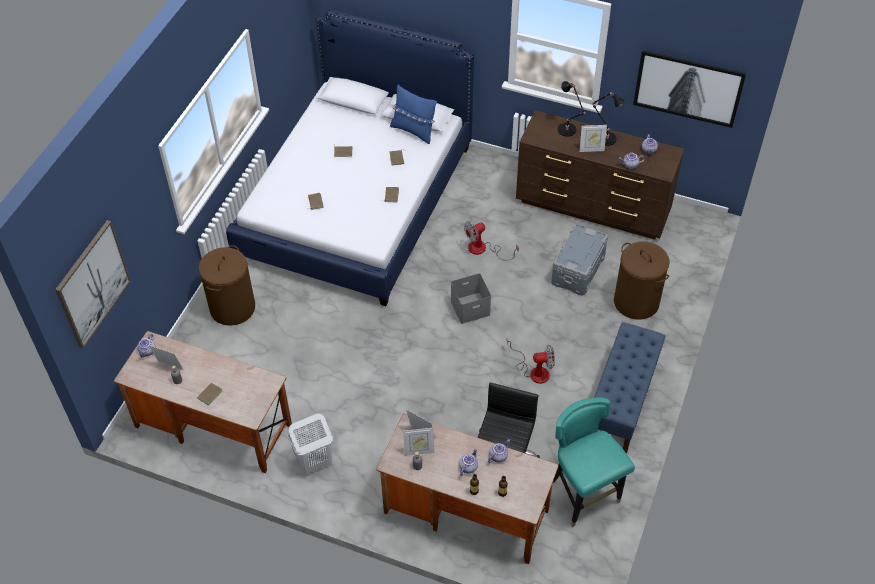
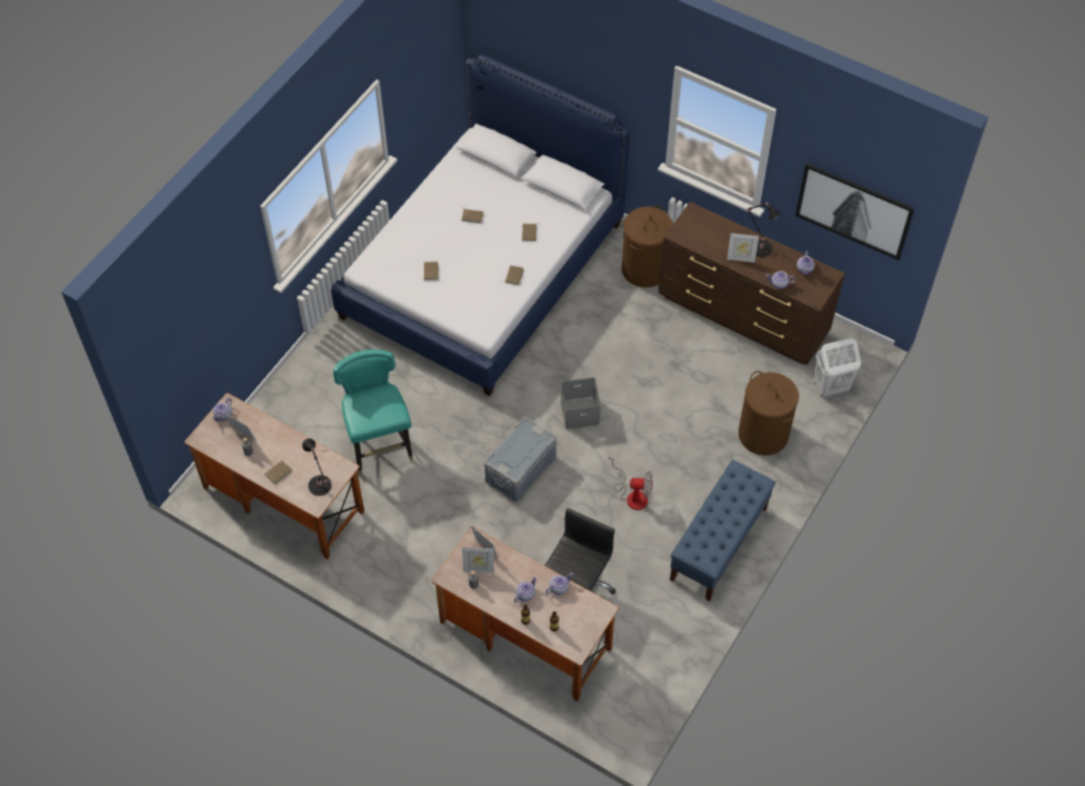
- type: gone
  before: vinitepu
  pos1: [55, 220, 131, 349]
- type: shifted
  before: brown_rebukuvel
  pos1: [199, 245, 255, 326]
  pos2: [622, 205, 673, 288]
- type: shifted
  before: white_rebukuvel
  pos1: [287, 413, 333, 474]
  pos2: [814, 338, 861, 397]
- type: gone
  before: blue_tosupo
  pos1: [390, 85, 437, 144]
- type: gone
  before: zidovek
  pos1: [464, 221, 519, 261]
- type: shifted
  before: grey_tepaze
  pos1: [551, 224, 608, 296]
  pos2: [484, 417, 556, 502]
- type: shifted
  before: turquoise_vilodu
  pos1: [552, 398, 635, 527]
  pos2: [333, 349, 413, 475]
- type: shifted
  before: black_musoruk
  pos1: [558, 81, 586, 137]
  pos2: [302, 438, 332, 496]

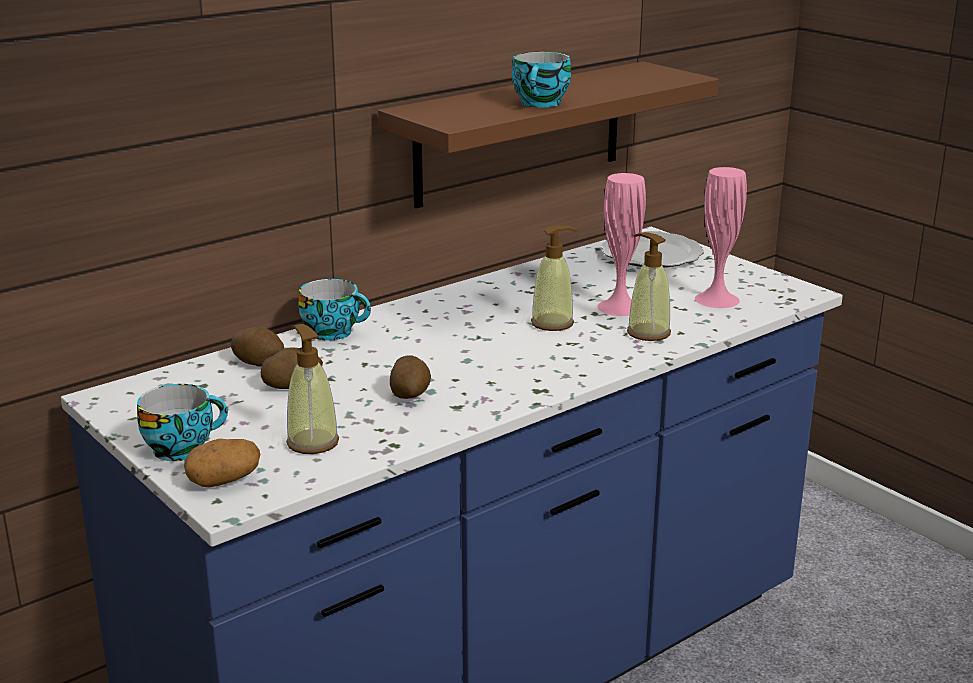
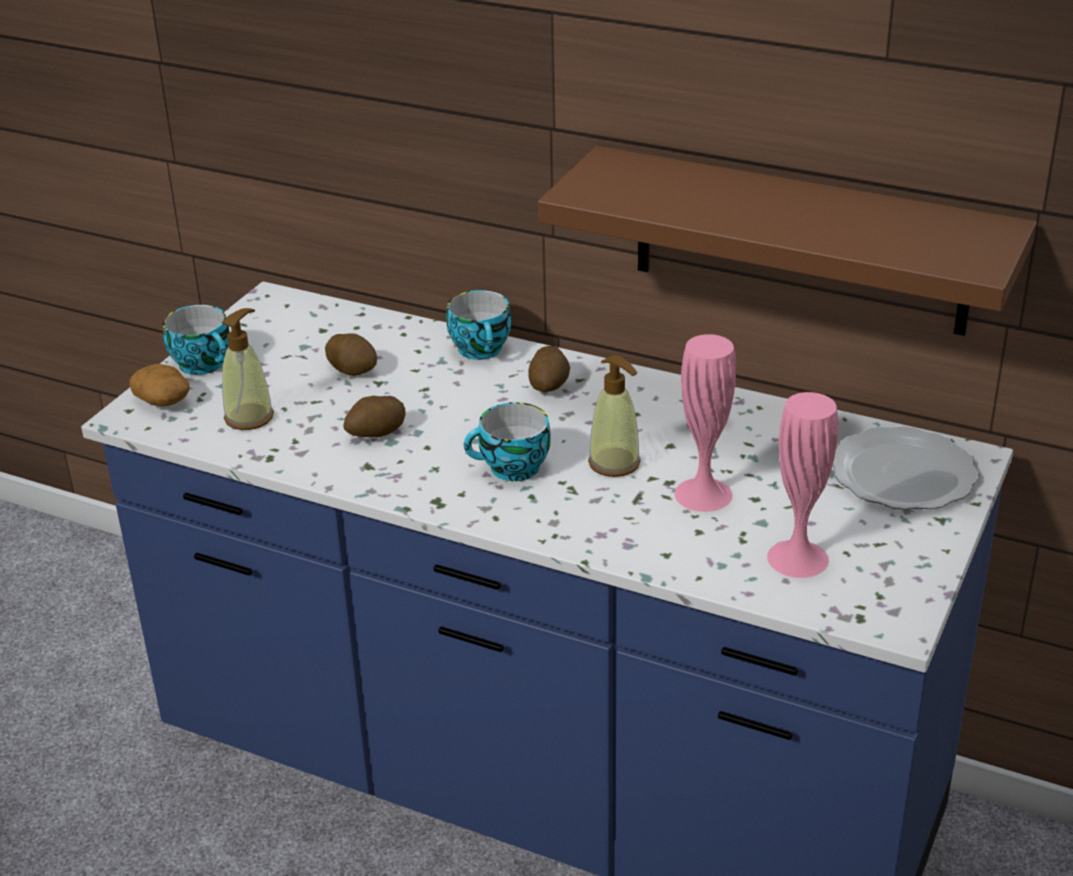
- type: shifted
  before: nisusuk
  pos1: [231, 326, 284, 367]
  pos2: [528, 346, 570, 392]
- type: shifted
  before: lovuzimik
  pos1: [512, 52, 571, 107]
  pos2: [464, 402, 551, 481]
- type: gone
  before: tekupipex
  pos1: [627, 232, 671, 341]

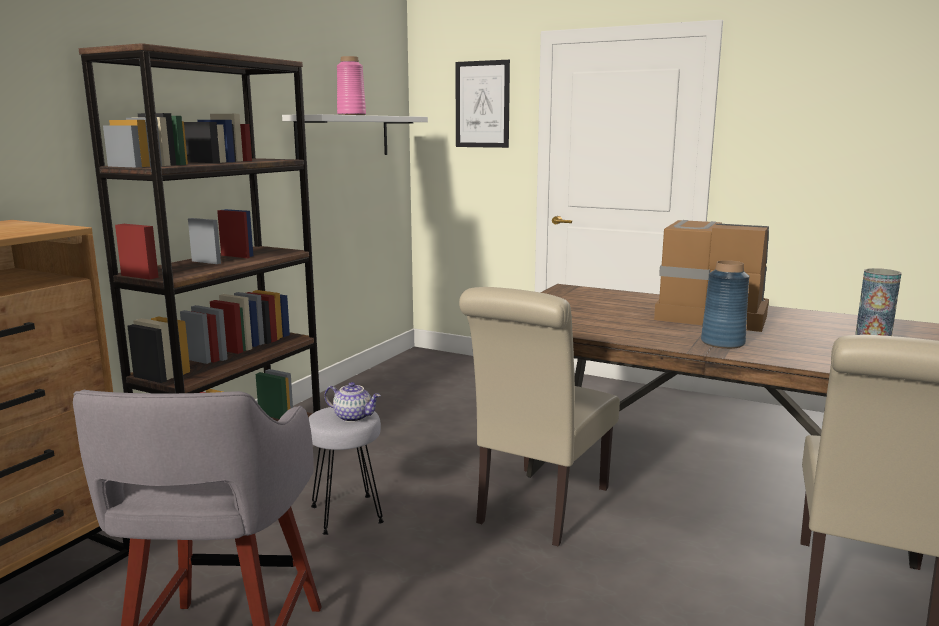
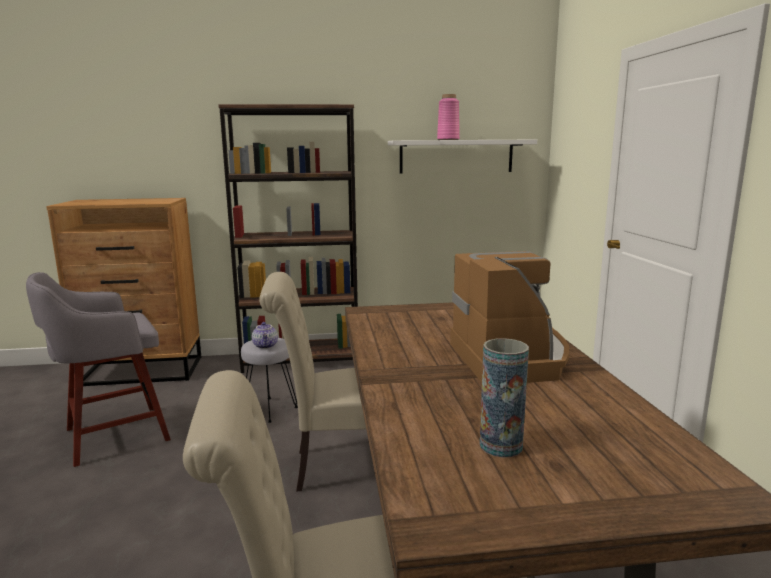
- type: gone
  before: vinitepu
  pos1: [455, 60, 510, 148]
- type: gone
  before: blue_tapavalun
  pos1: [701, 260, 750, 349]

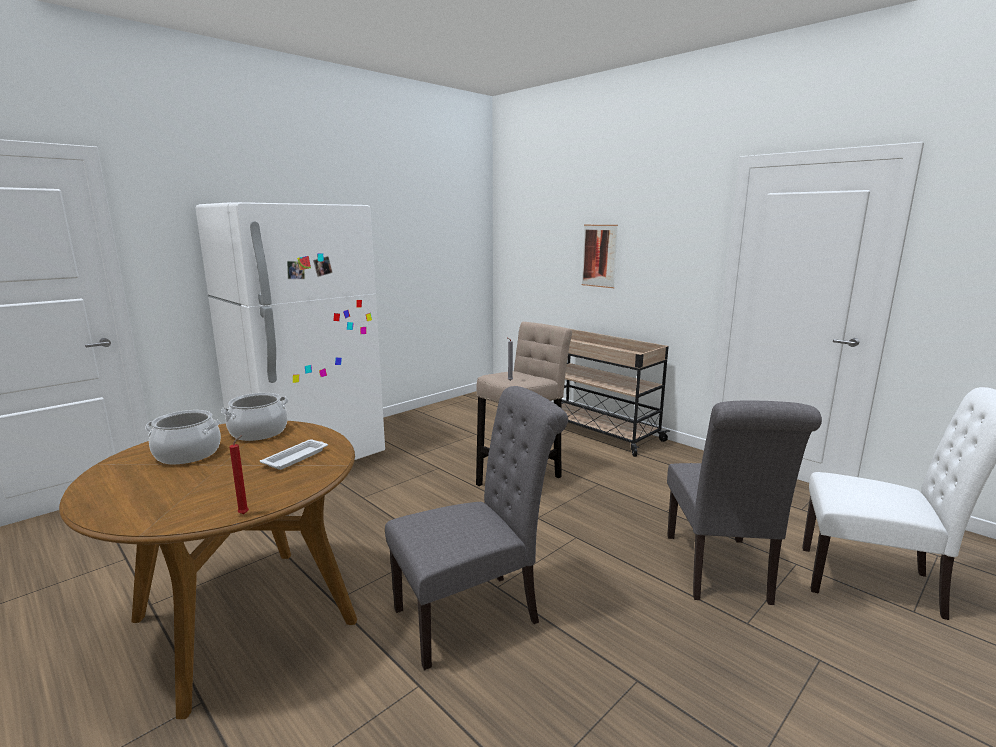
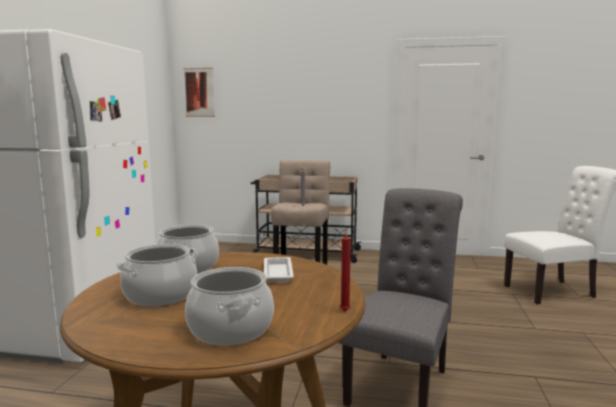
- type: shifted
  before: vinitepu
  pos1: [581, 225, 618, 288]
  pos2: [183, 68, 215, 117]
- type: gone
  before: grey_vilodu
  pos1: [667, 401, 822, 605]
- type: new
  after: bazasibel
  pos2: [185, 267, 274, 345]

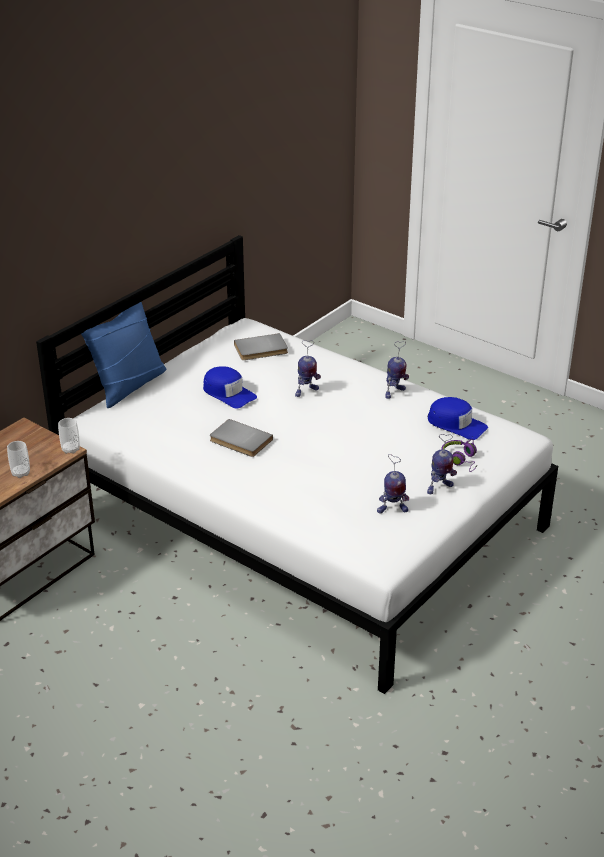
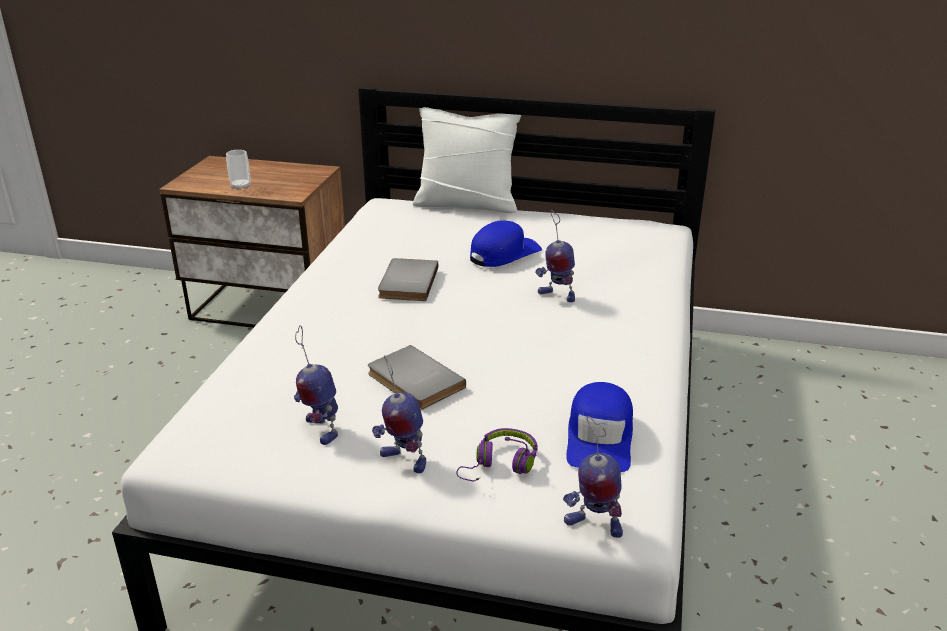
- type: gone
  before: lovuzimik
  pos1: [58, 418, 80, 454]
- type: repainted
  before: blue_tosupo
  after: white_tosupo
  pos1: [81, 302, 166, 408]
  pos2: [413, 107, 521, 213]
- type: rotated
  before: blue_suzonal
  pos1: [203, 366, 257, 409]
  pos2: [470, 220, 542, 267]
  turn: -150
- type: shifted
  before: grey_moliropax
  pos1: [234, 333, 288, 360]
  pos2: [368, 345, 466, 410]
- type: shifted
  before: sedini
  pos1: [385, 341, 409, 399]
  pos2: [563, 416, 623, 538]

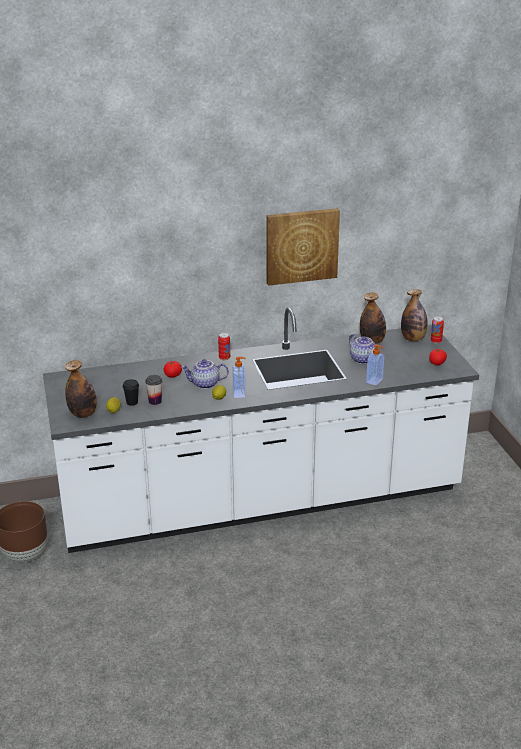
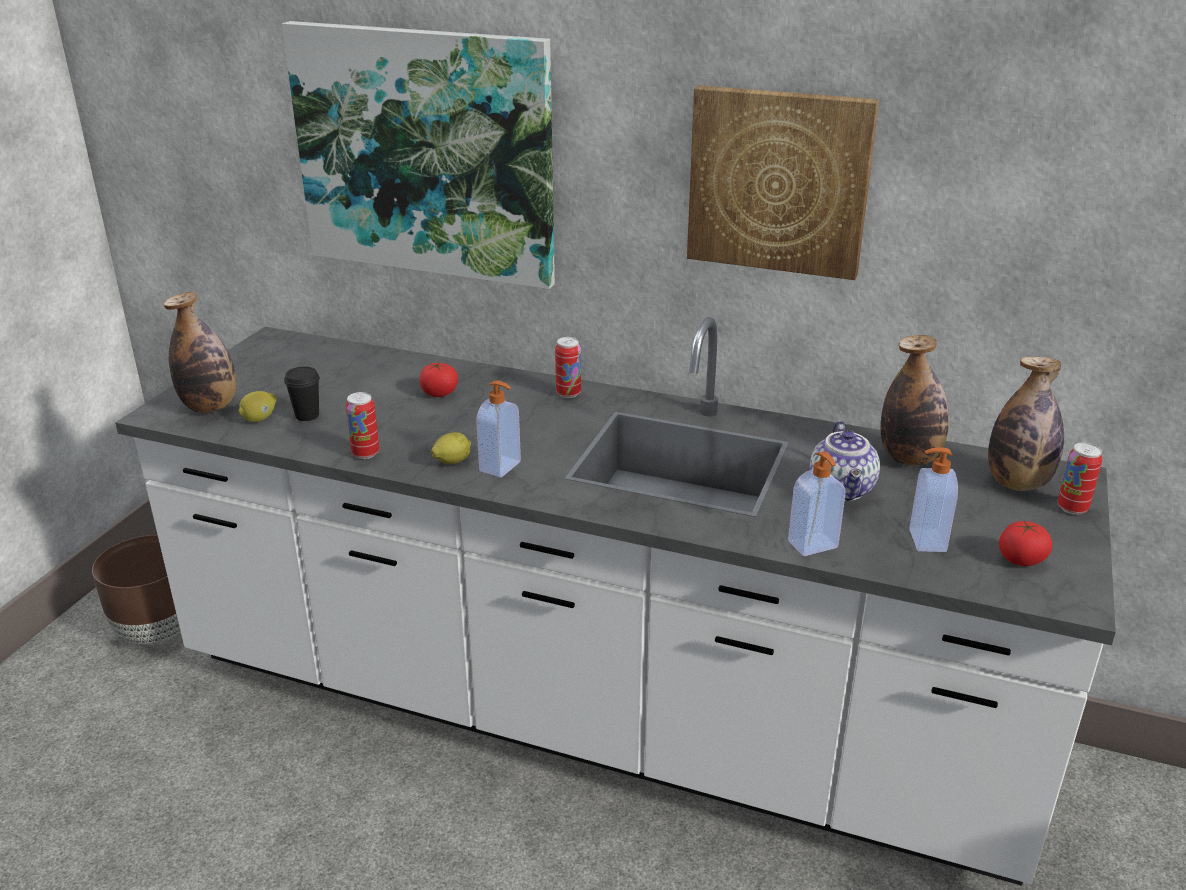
- type: gone
  before: lovuzimik
  pos1: [145, 375, 162, 405]
- type: gone
  before: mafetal
  pos1: [181, 359, 229, 389]
- type: new
  after: vinitepu
  pos2: [282, 21, 555, 289]
- type: new
  after: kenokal
  pos2: [346, 392, 379, 459]
- type: new
  after: tekupipex
  pos2: [910, 447, 958, 552]

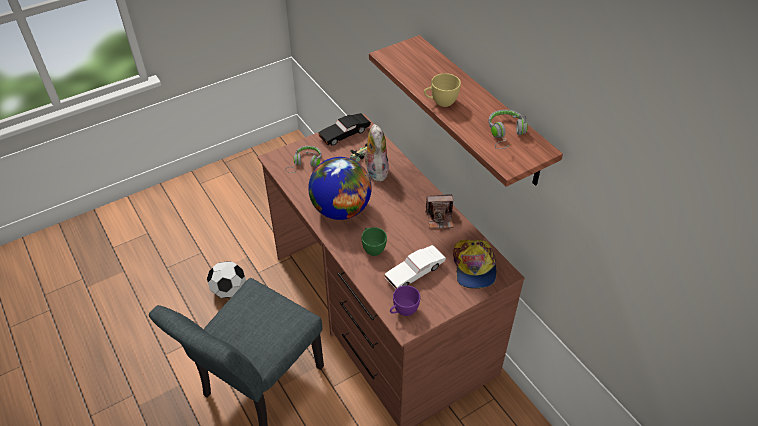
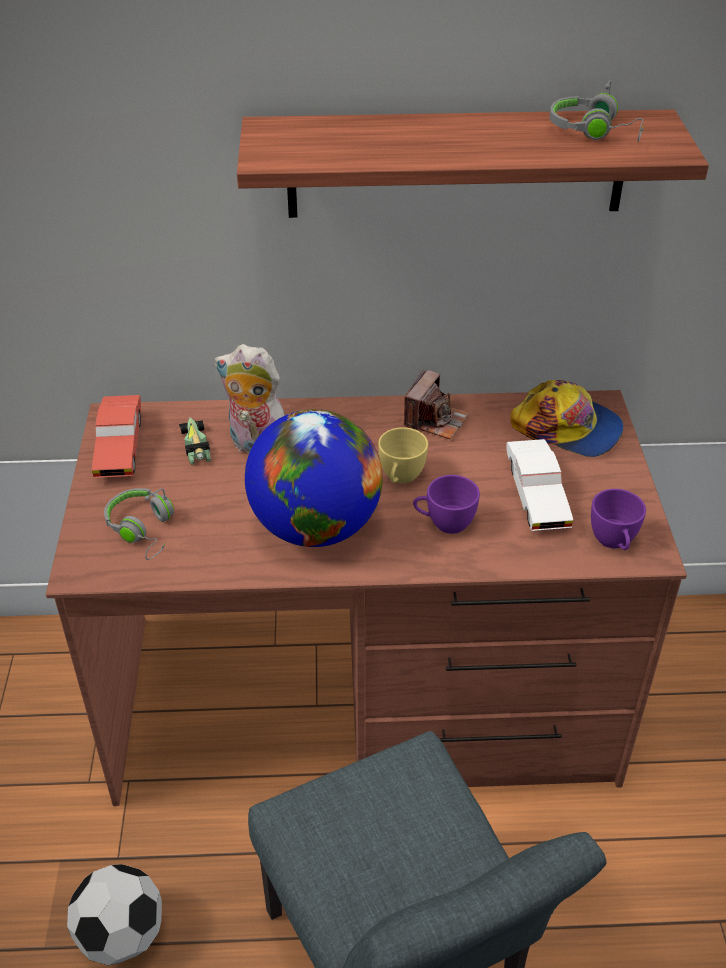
- type: repainted
  before: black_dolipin
  after: red_dolipin
  pos1: [318, 113, 371, 146]
  pos2: [92, 395, 141, 478]
- type: repainted
  before: green_lovuzimik
  after: purple_lovuzimik
  pos1: [361, 227, 387, 256]
  pos2: [413, 475, 480, 534]
- type: shifted
  before: yellow_lovuzimik
  pos1: [424, 73, 461, 107]
  pos2: [378, 427, 428, 483]

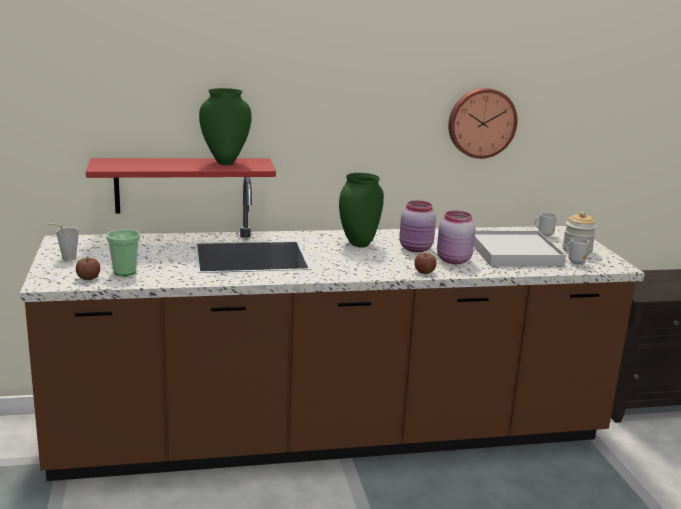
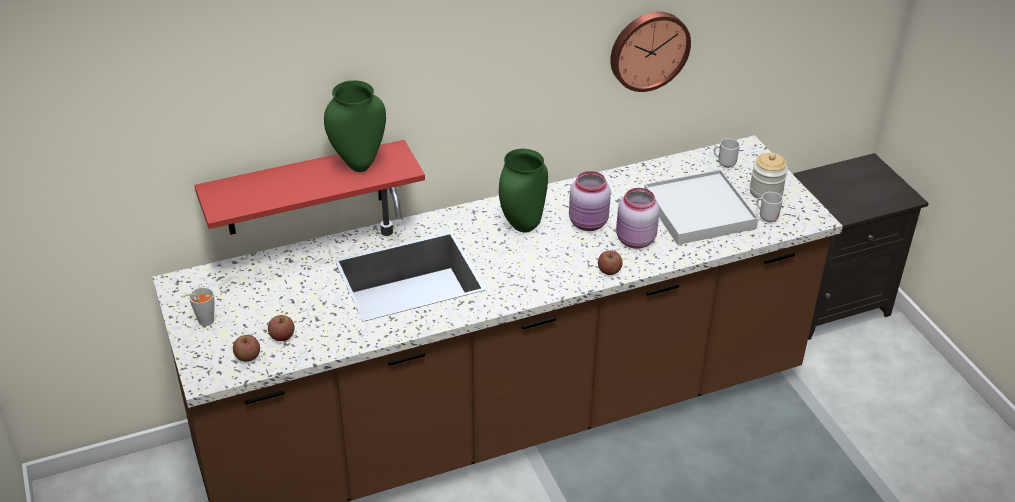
- type: swapped
  before: lovuzimik
  after: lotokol
  pos1: [106, 230, 140, 276]
  pos2: [268, 315, 295, 341]

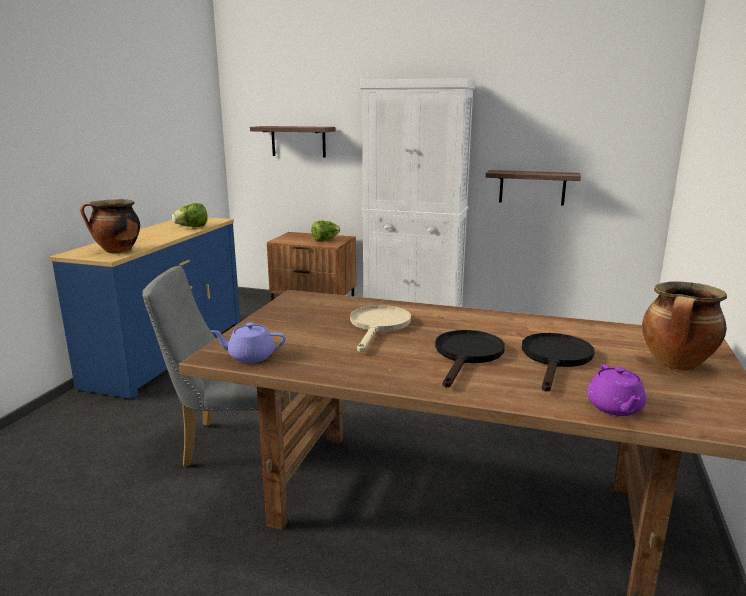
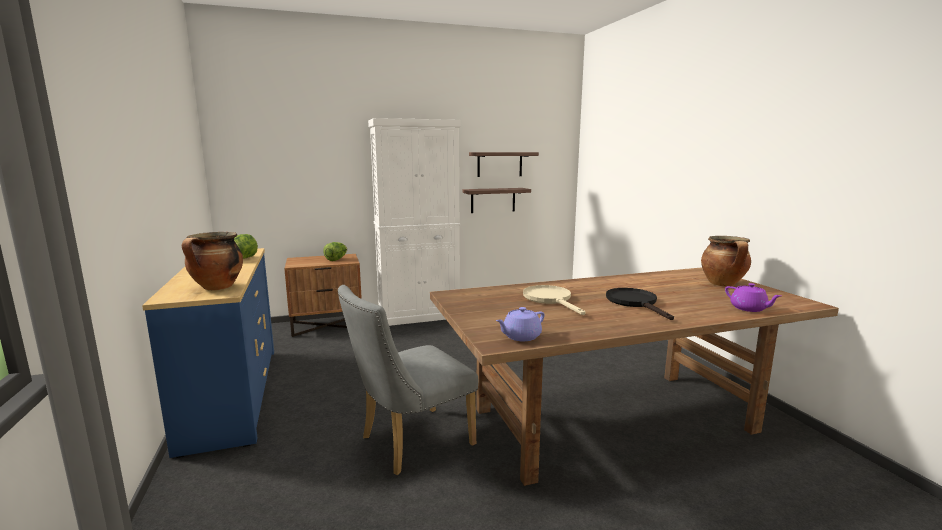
- type: shifted
  before: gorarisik
  pos1: [250, 126, 335, 157]
  pos2: [469, 152, 539, 177]
- type: gone
  before: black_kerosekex
  pos1: [522, 333, 595, 392]

